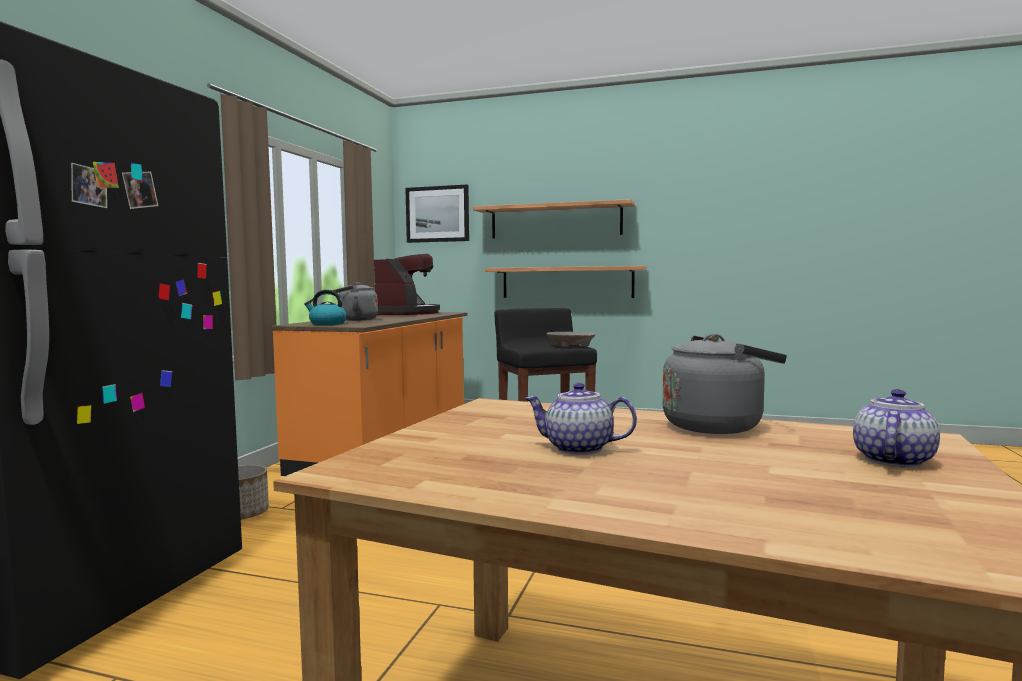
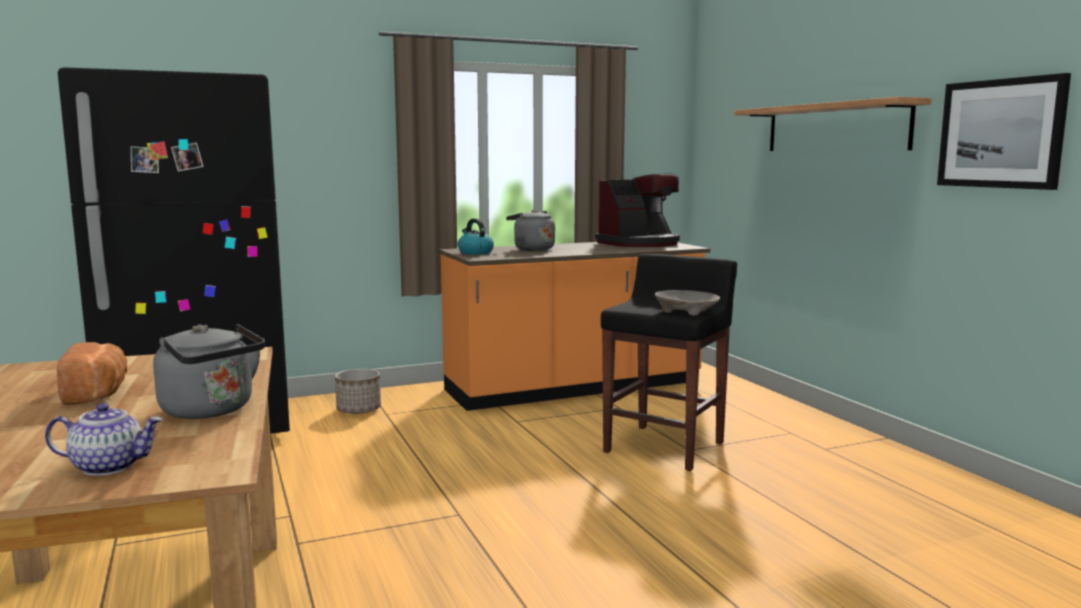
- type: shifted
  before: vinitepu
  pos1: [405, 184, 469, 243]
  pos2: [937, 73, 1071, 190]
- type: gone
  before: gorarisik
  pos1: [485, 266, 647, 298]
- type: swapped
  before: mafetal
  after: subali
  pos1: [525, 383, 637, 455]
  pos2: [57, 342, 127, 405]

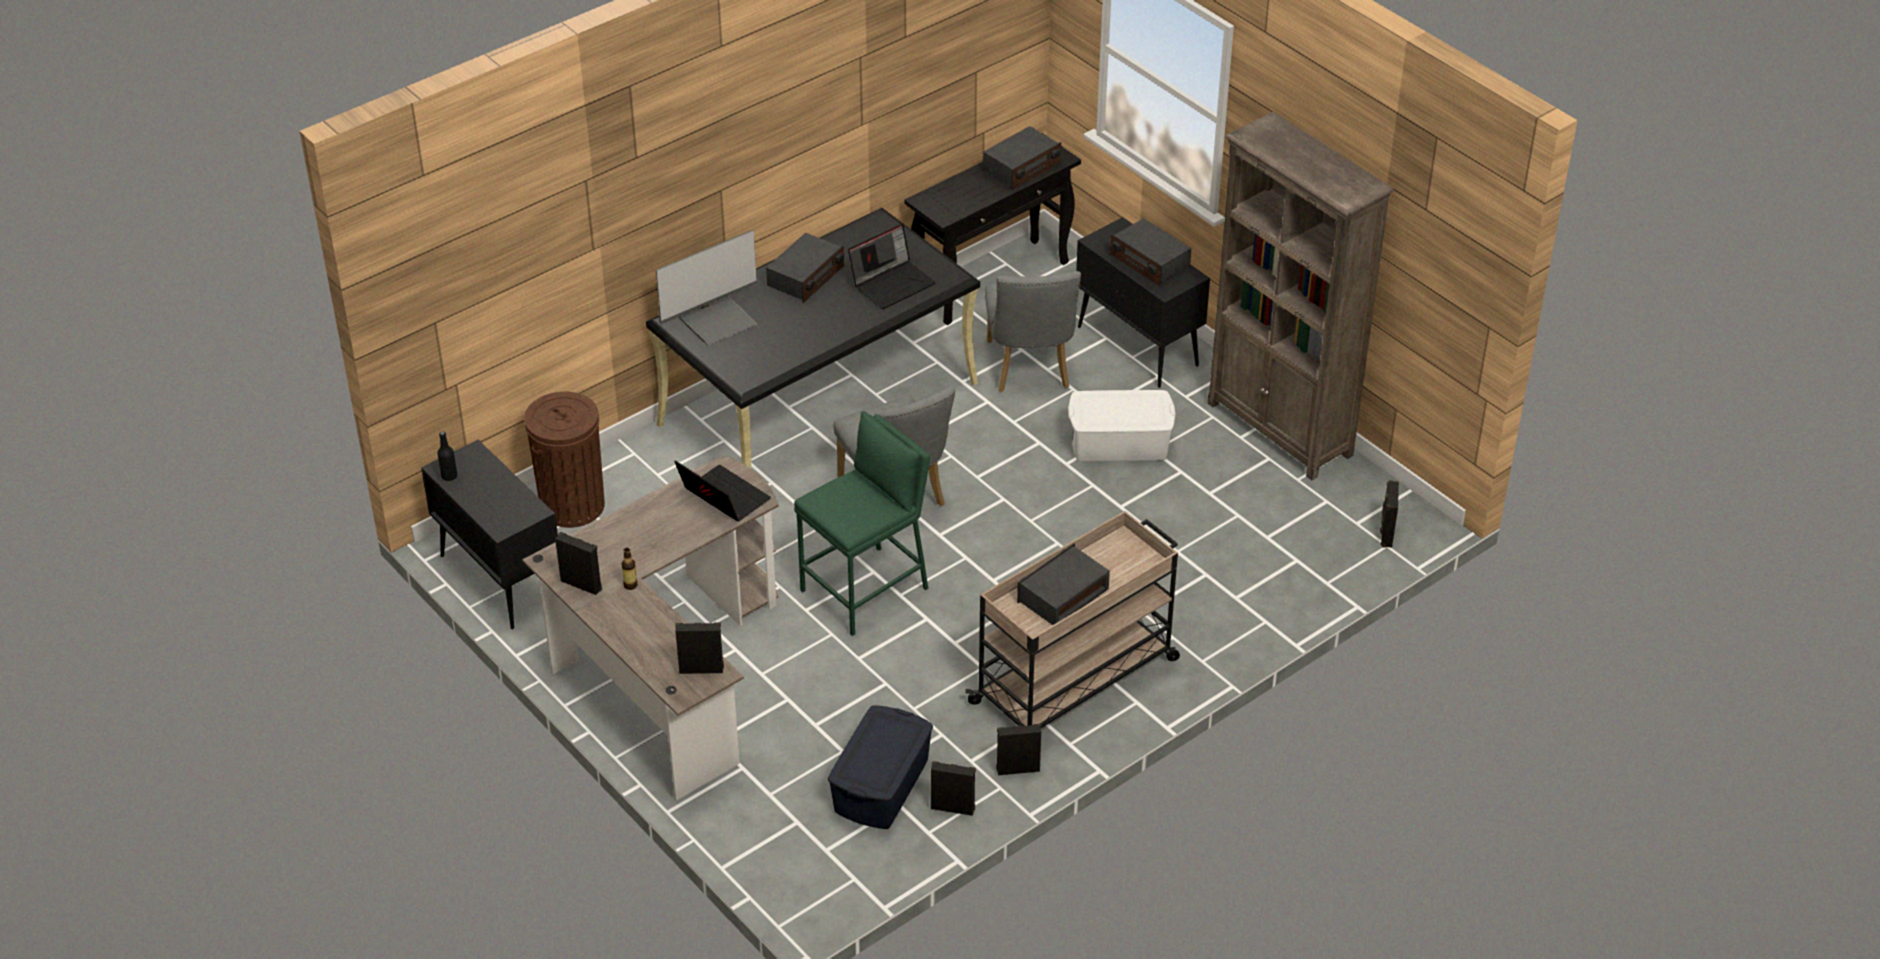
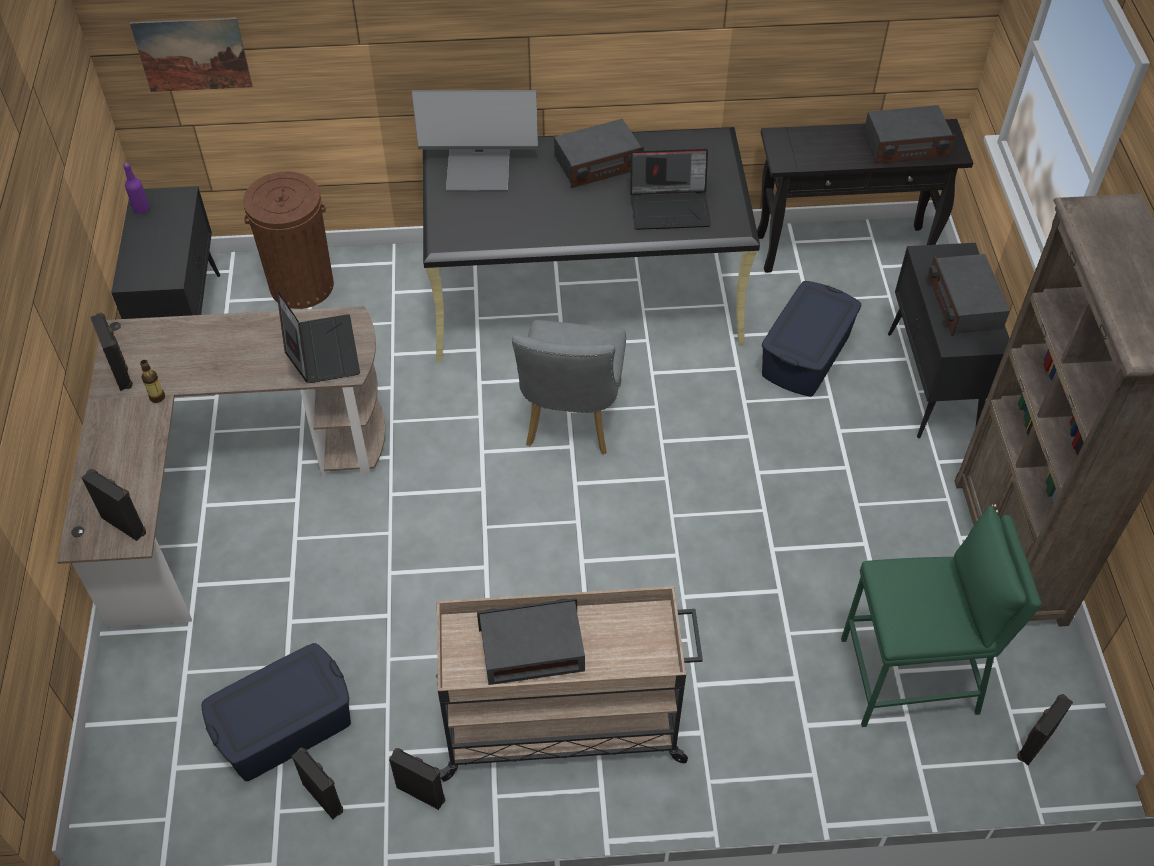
- type: repainted
  before: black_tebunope
  after: purple_tebunope
  pos1: [438, 431, 457, 481]
  pos2: [123, 163, 149, 214]
- type: shifted
  before: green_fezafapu
  pos1: [794, 411, 930, 636]
  pos2: [841, 505, 1042, 727]
- type: swapped
  before: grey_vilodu
  after: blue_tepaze
  pos1: [985, 271, 1081, 392]
  pos2: [762, 281, 862, 397]
- type: gone
  before: white_tepaze
  pos1: [1068, 390, 1176, 461]
- type: new
  after: vinitepu
  pos2: [130, 17, 253, 92]

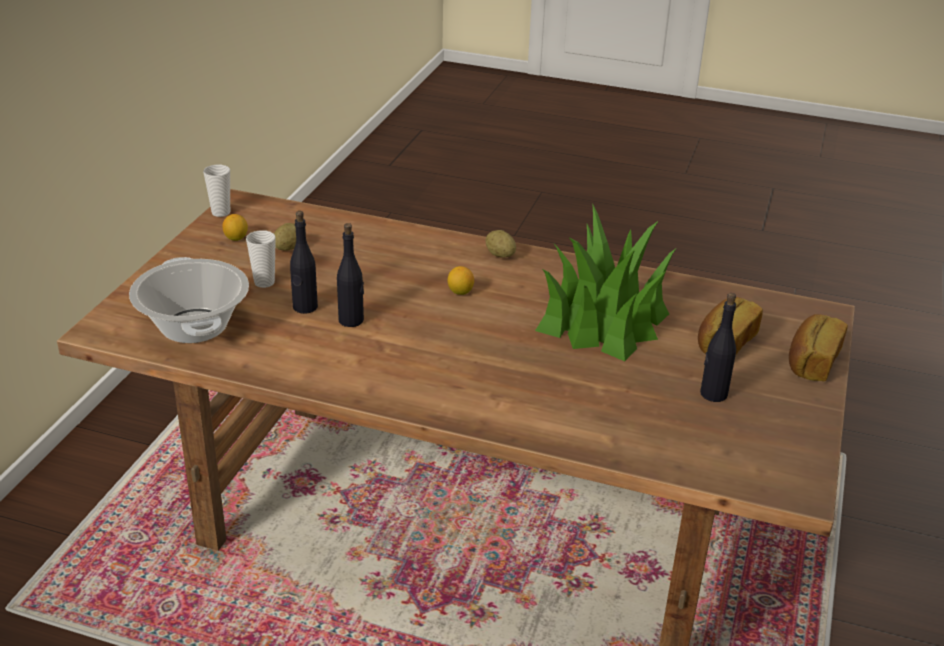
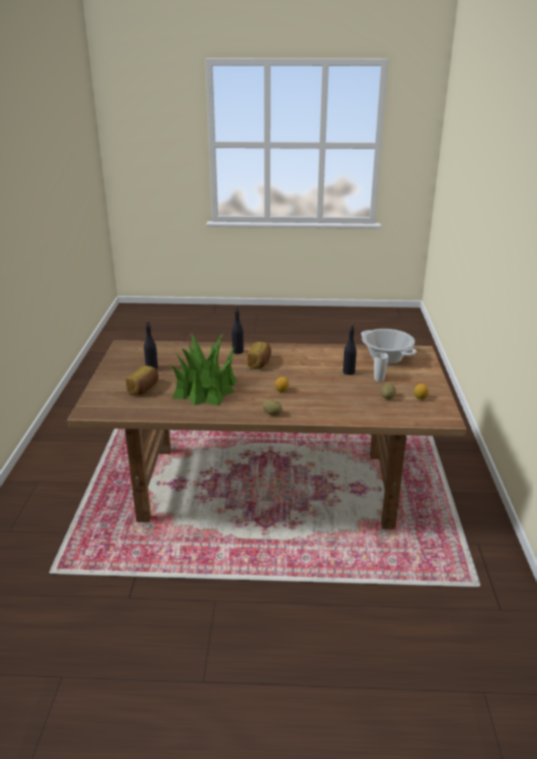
- type: gone
  before: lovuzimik
  pos1: [203, 165, 230, 217]
- type: shifted
  before: black_tebunope
  pos1: [337, 223, 364, 327]
  pos2: [232, 306, 244, 354]
- type: shifted
  before: subali
  pos1: [789, 314, 848, 381]
  pos2: [247, 342, 271, 368]

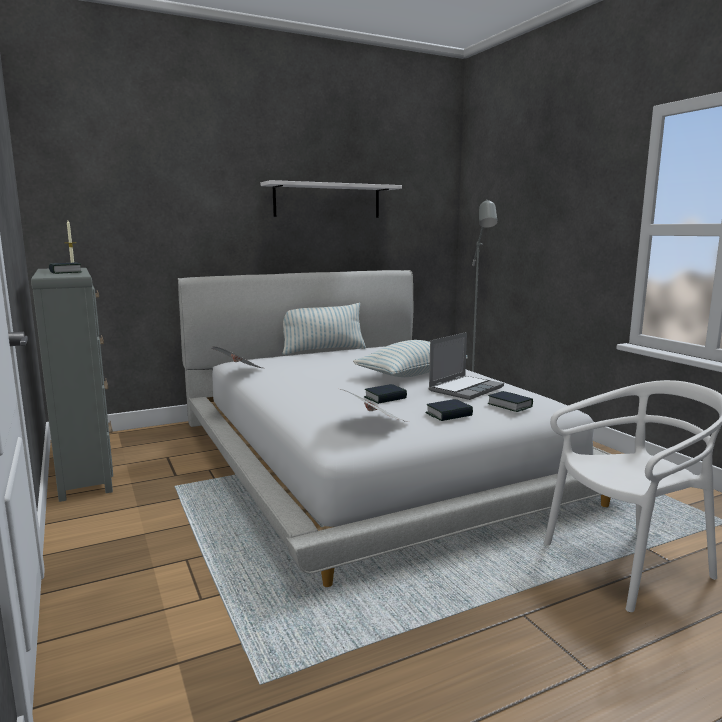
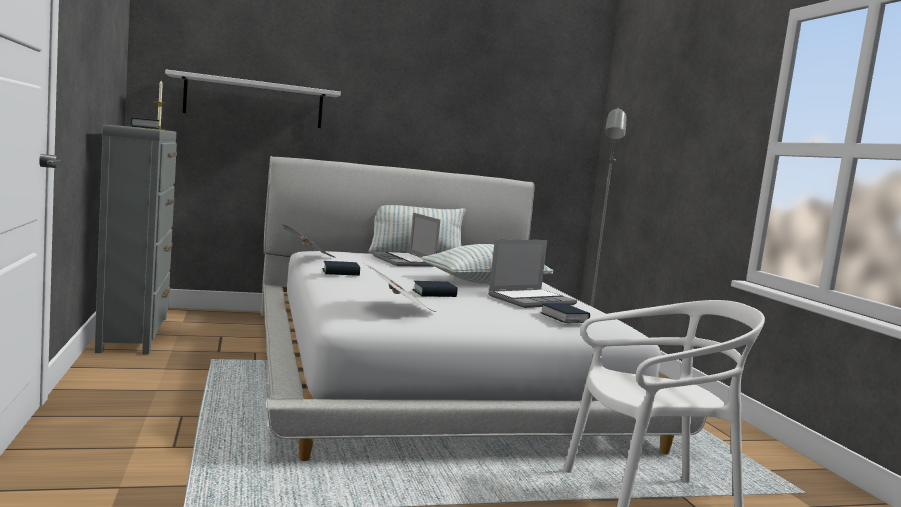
- type: shifted
  before: white_gorarisik
  pos1: [261, 180, 402, 218]
  pos2: [165, 70, 341, 128]
- type: shifted
  before: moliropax
  pos1: [425, 399, 473, 421]
  pos2: [323, 261, 360, 276]
- type: new
  after: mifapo
  pos2: [372, 213, 441, 267]

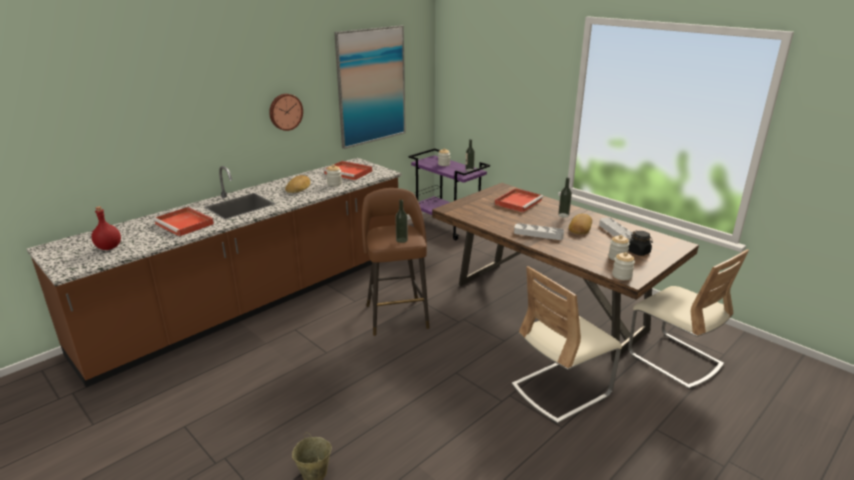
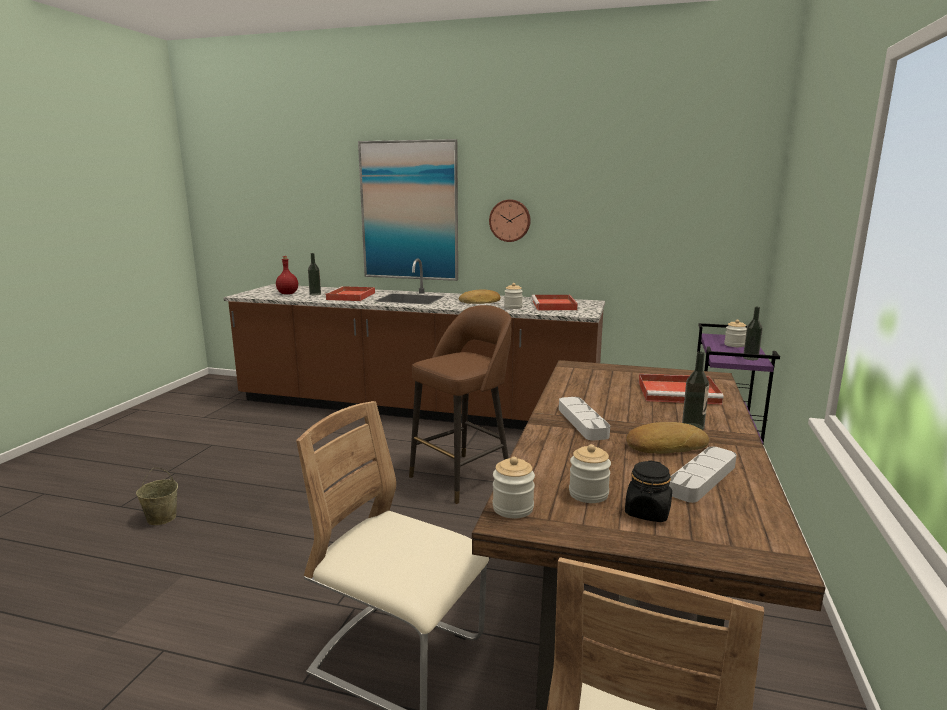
- type: shifted
  before: vinitepu
  pos1: [334, 25, 406, 149]
  pos2: [358, 139, 458, 281]
- type: shifted
  before: tebunope
  pos1: [395, 200, 408, 243]
  pos2: [308, 253, 321, 295]

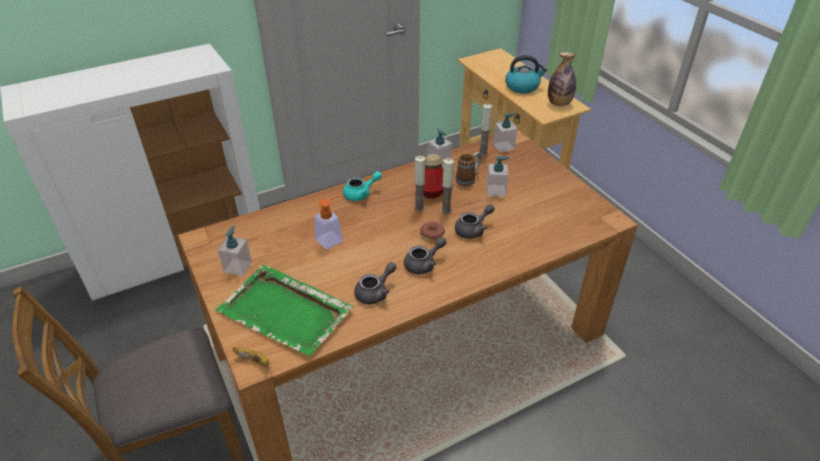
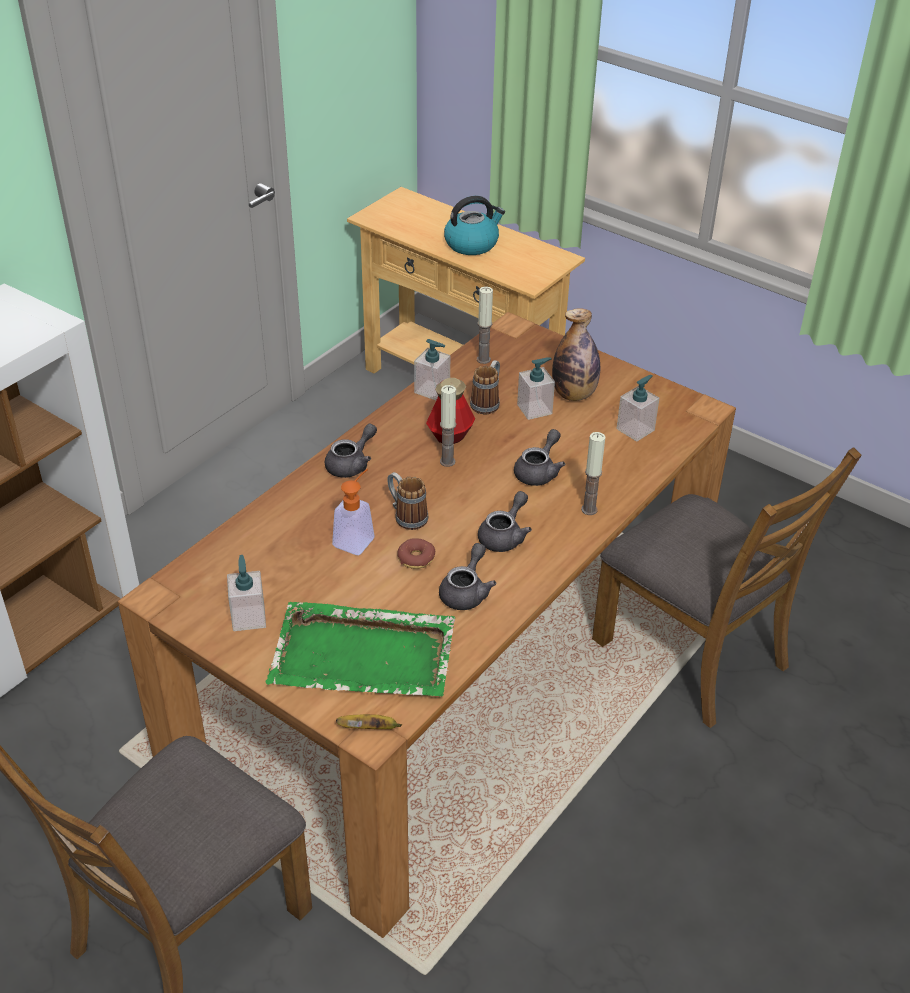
- type: repainted
  before: turquoise_mafetal
  after: grey_mafetal
  pos1: [343, 171, 382, 201]
  pos2: [325, 424, 377, 478]
- type: shifted
  before: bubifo
  pos1: [420, 221, 445, 241]
  pos2: [397, 538, 435, 569]
- type: shifted
  before: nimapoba
  pos1: [441, 158, 454, 214]
  pos2: [581, 432, 605, 515]
- type: shifted
  before: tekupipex
  pos1: [493, 113, 518, 152]
  pos2: [617, 375, 659, 441]
- type: shifted
  before: tebunope
  pos1: [548, 52, 576, 106]
  pos2: [552, 309, 600, 401]
- type: new
  after: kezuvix
  pos2: [387, 472, 428, 530]
- type: new
  after: brown_vilodu
  pos2: [592, 447, 862, 728]

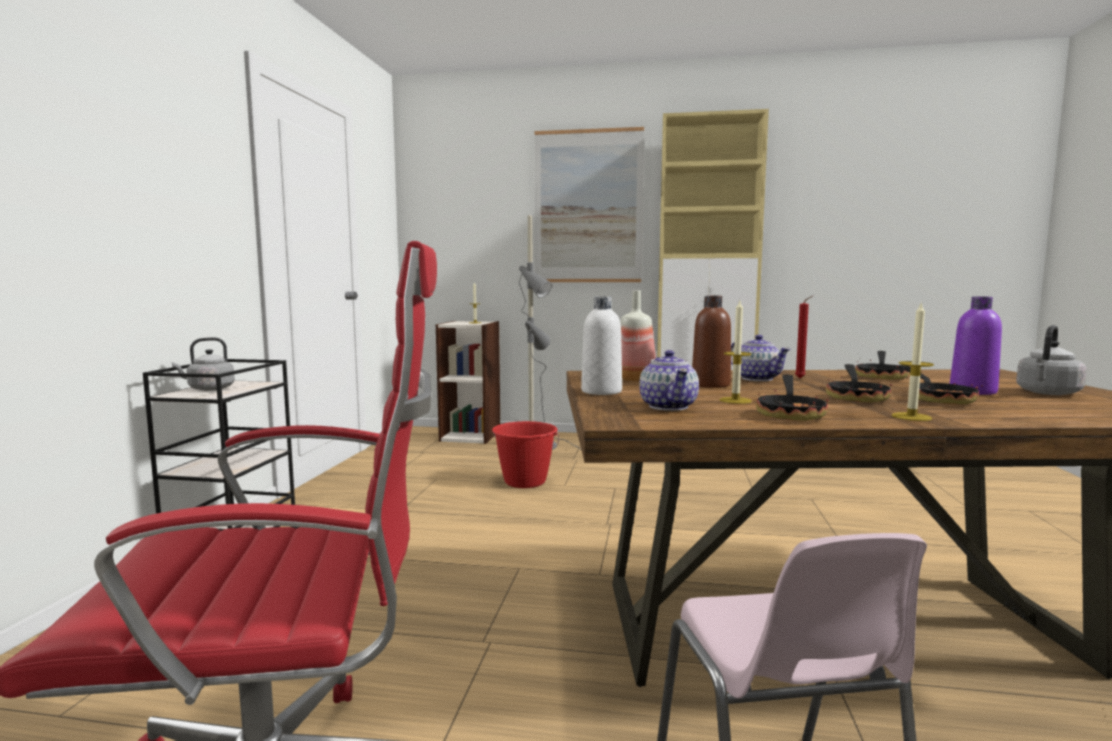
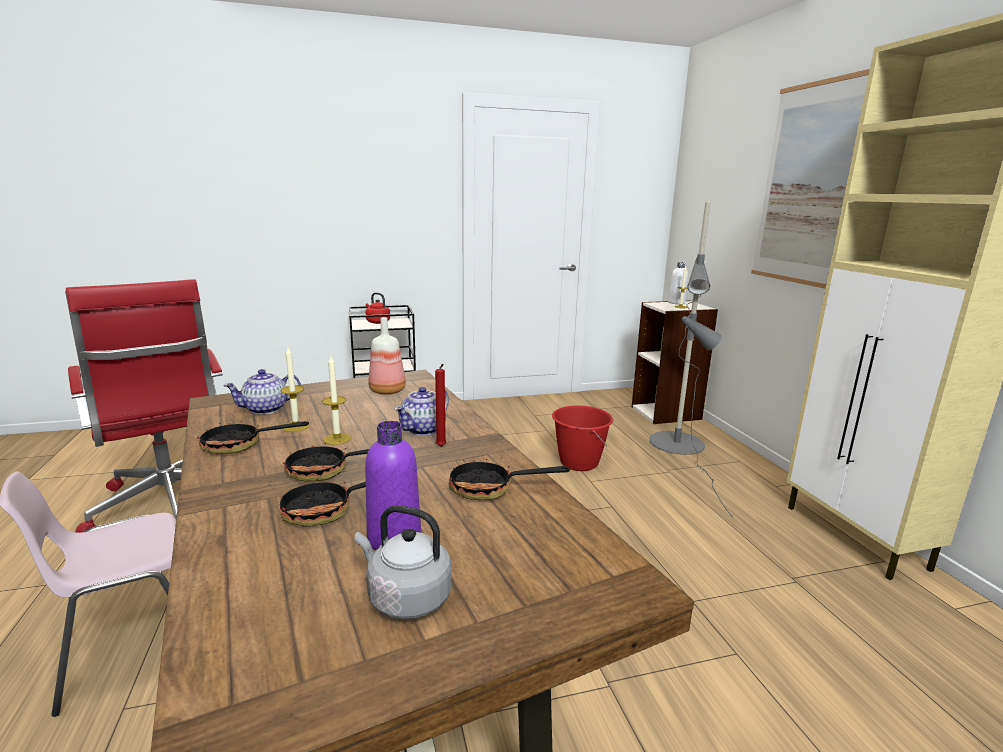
- type: repainted
  before: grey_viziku
  after: red_viziku
  pos1: [172, 337, 235, 391]
  pos2: [366, 293, 390, 324]
- type: shifted
  before: white_tebunope
  pos1: [581, 296, 622, 395]
  pos2: [668, 262, 688, 304]
- type: gone
  before: brown_tebunope
  pos1: [692, 296, 731, 388]
- type: shifted
  before: nimapoba
  pos1: [892, 304, 934, 421]
  pos2: [322, 356, 351, 445]

